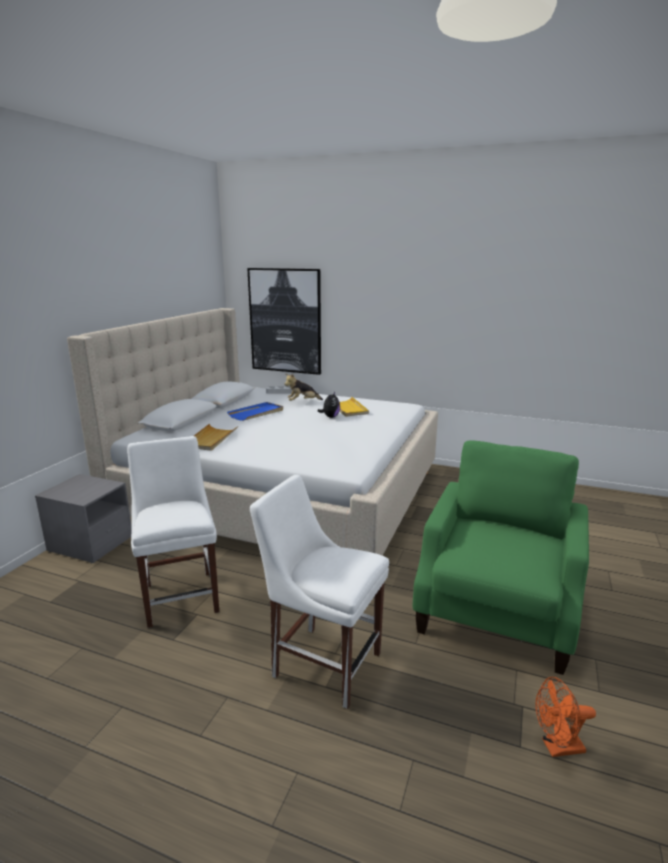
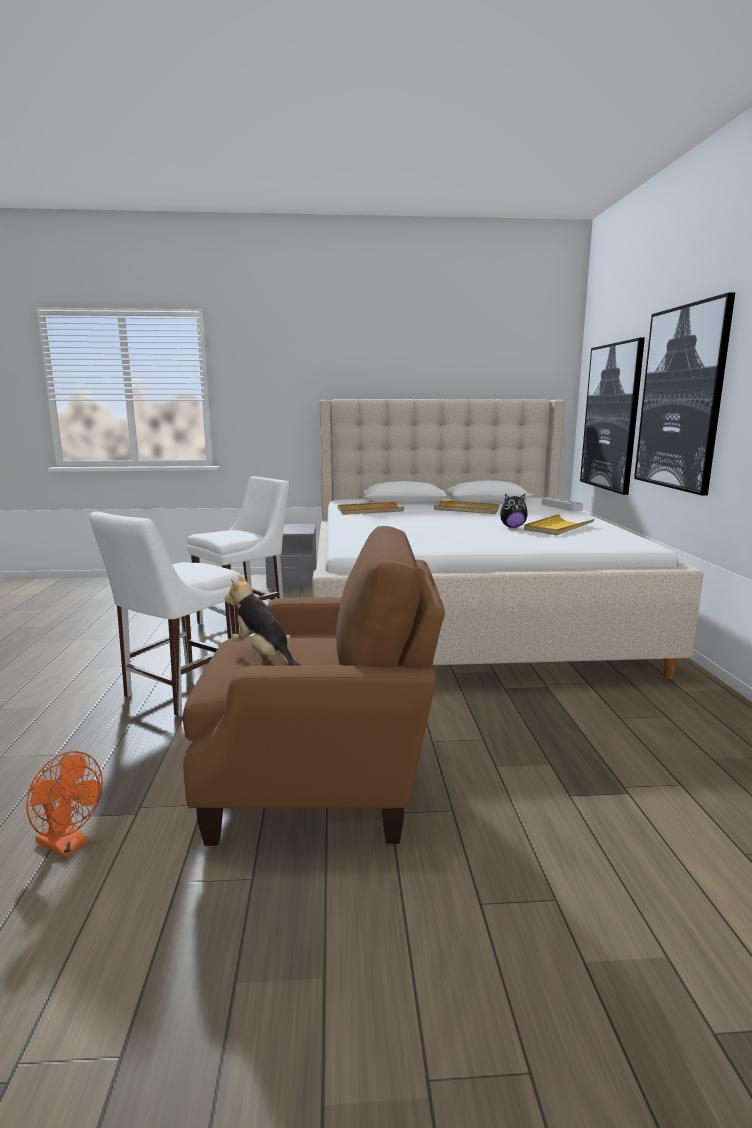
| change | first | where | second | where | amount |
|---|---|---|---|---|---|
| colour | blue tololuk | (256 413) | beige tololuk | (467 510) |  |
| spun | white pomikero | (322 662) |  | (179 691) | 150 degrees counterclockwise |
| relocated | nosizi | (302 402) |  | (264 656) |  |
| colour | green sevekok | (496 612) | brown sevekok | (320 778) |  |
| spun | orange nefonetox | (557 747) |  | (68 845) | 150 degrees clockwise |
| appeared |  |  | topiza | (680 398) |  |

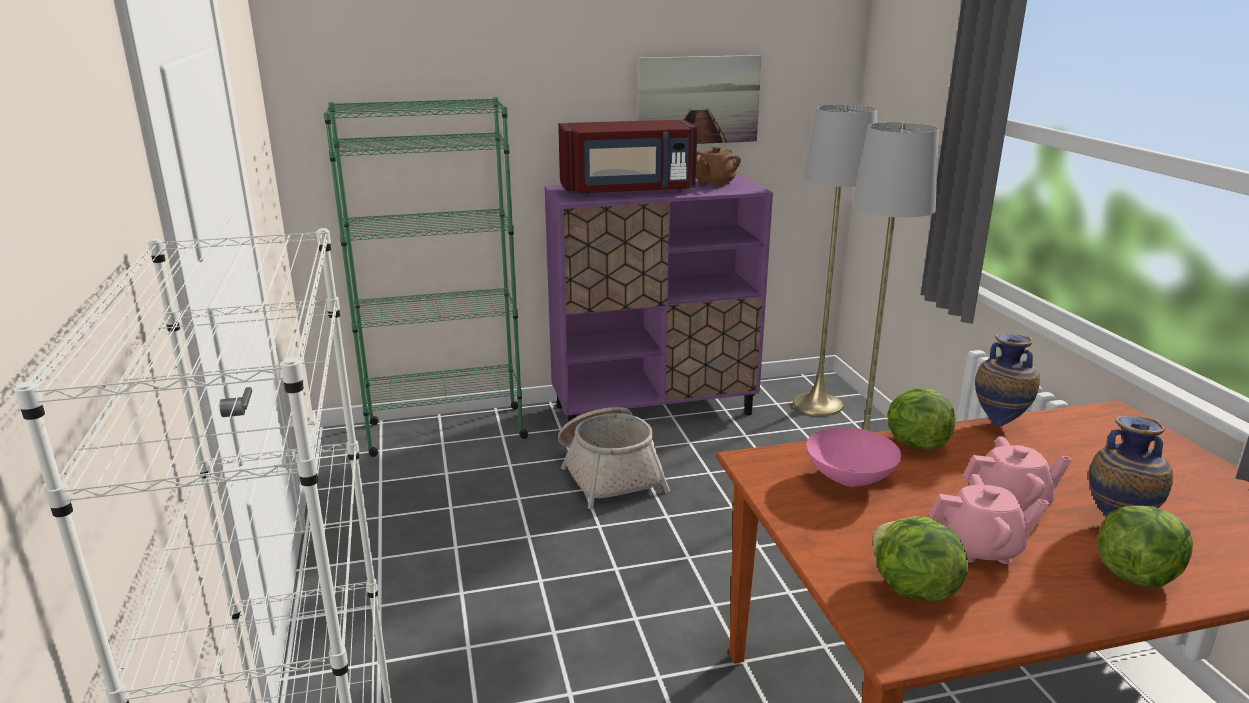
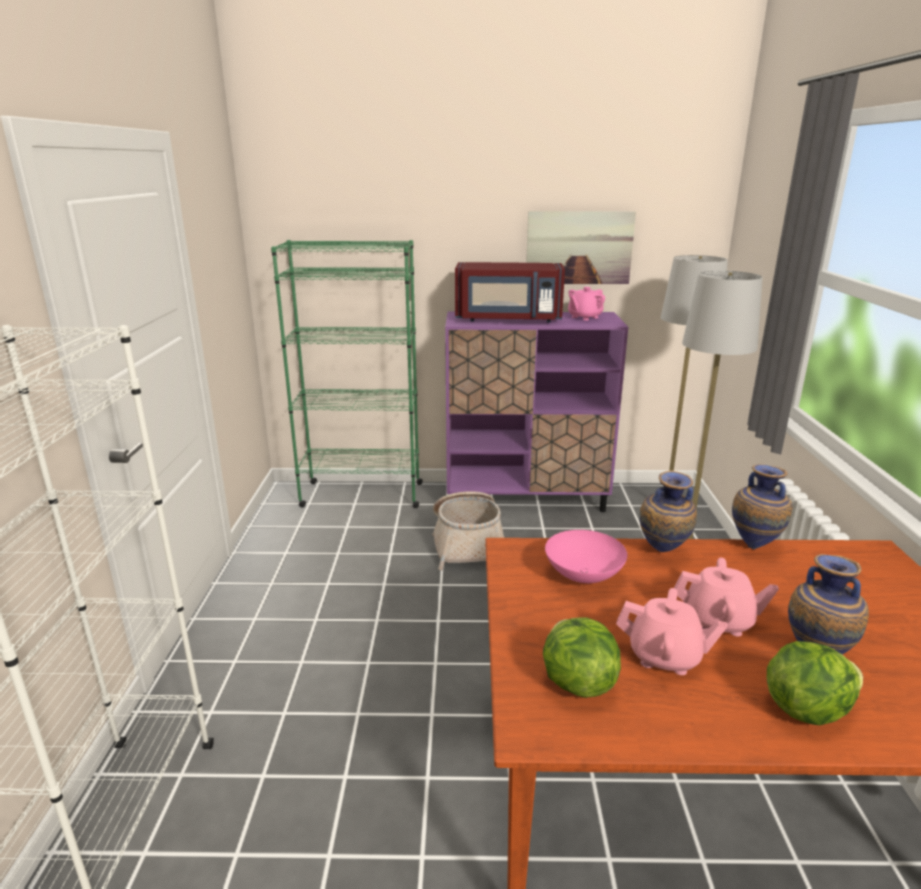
| change | first | where | second | where | amount |
|---|---|---|---|---|---|
| colour | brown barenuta | (714 184) | pink barenuta | (584 317) |  |
| exchanged | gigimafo | (915 443) | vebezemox | (662 553) |  |

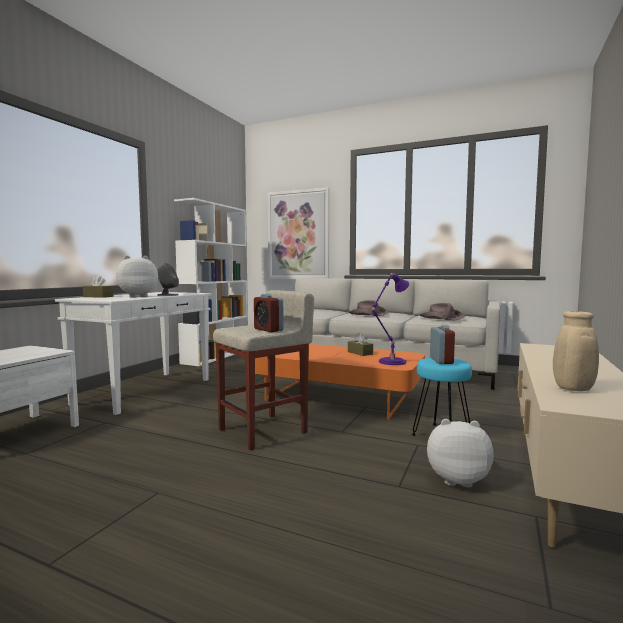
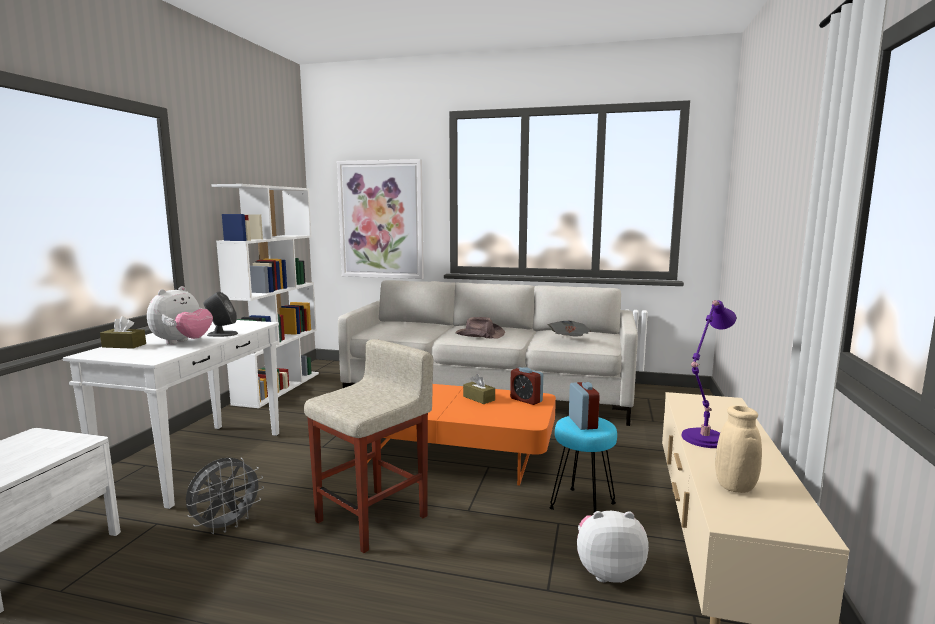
| change | first | where | second | where | amount |
|---|---|---|---|---|---|
| spun | nosizi | (138 296) |  | (182 343) | 150 degrees clockwise |
| relocated | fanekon | (268 330) |  | (526 400) |  |
| relocated | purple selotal | (390 362) |  | (702 439) |  |
| exchanged | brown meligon | (441 318) | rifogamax | (569 340) |  |
| appeared |  |  | grey nefonetox | (226 526) |  |

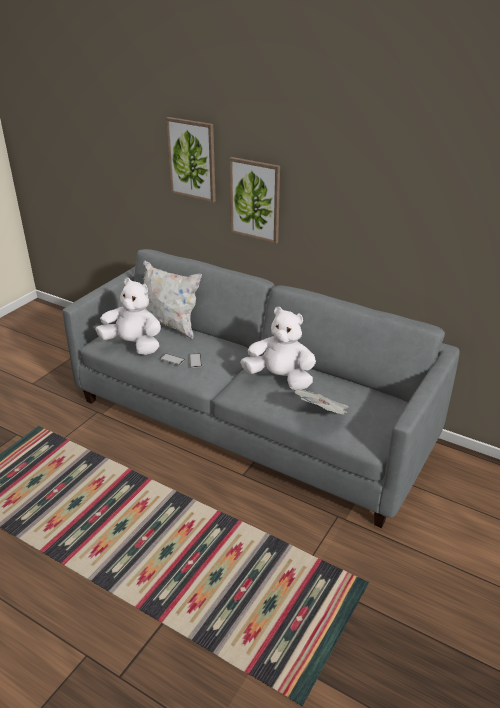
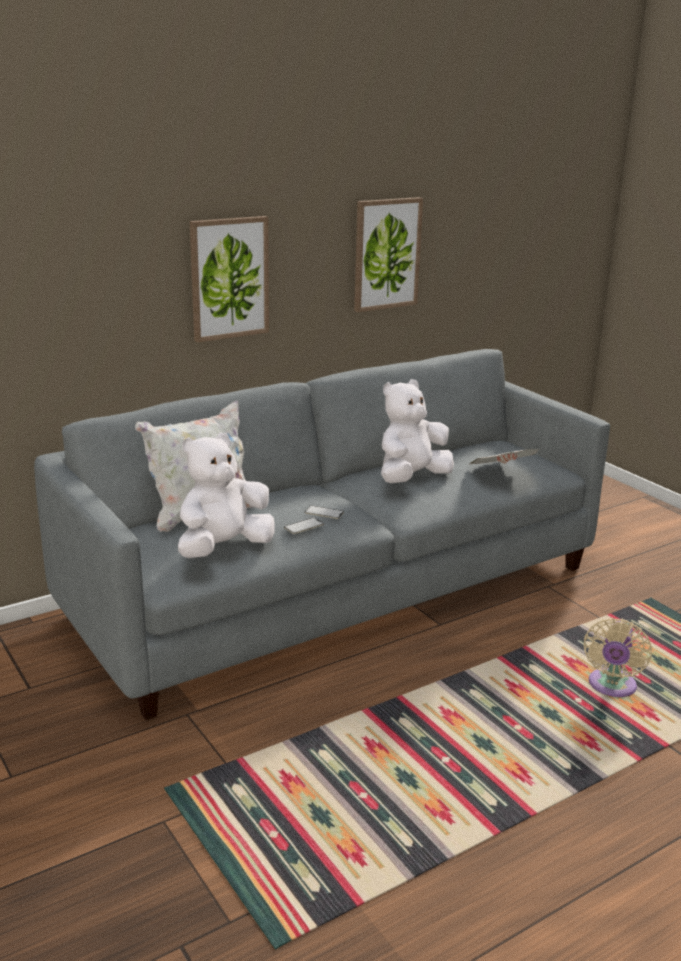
| change | first | where | second | where | amount |
|---|---|---|---|---|---|
| relocated | topiza | (192 159) |  | (386 254) |  |
| appeared |  |  | beige nefonetox | (611 687) |  |

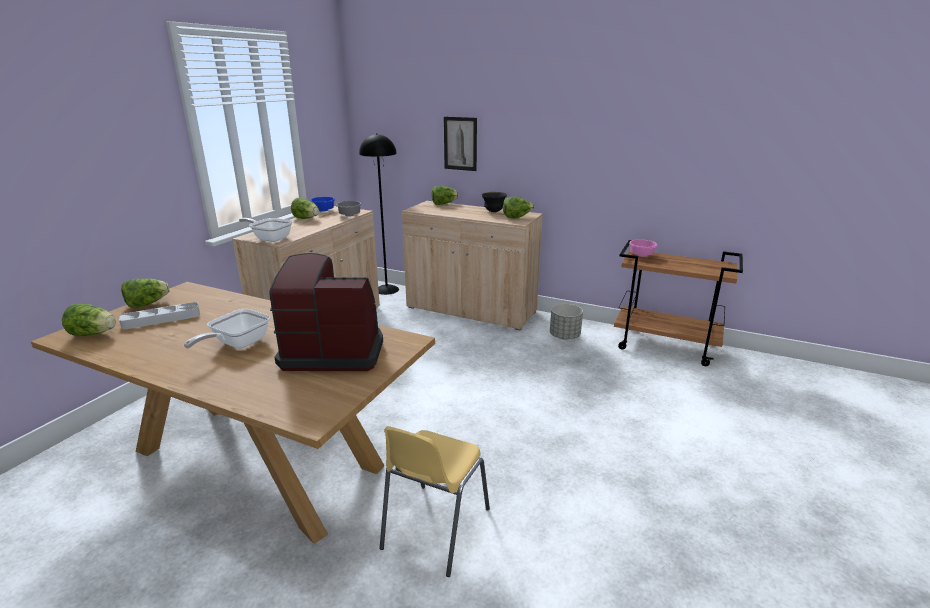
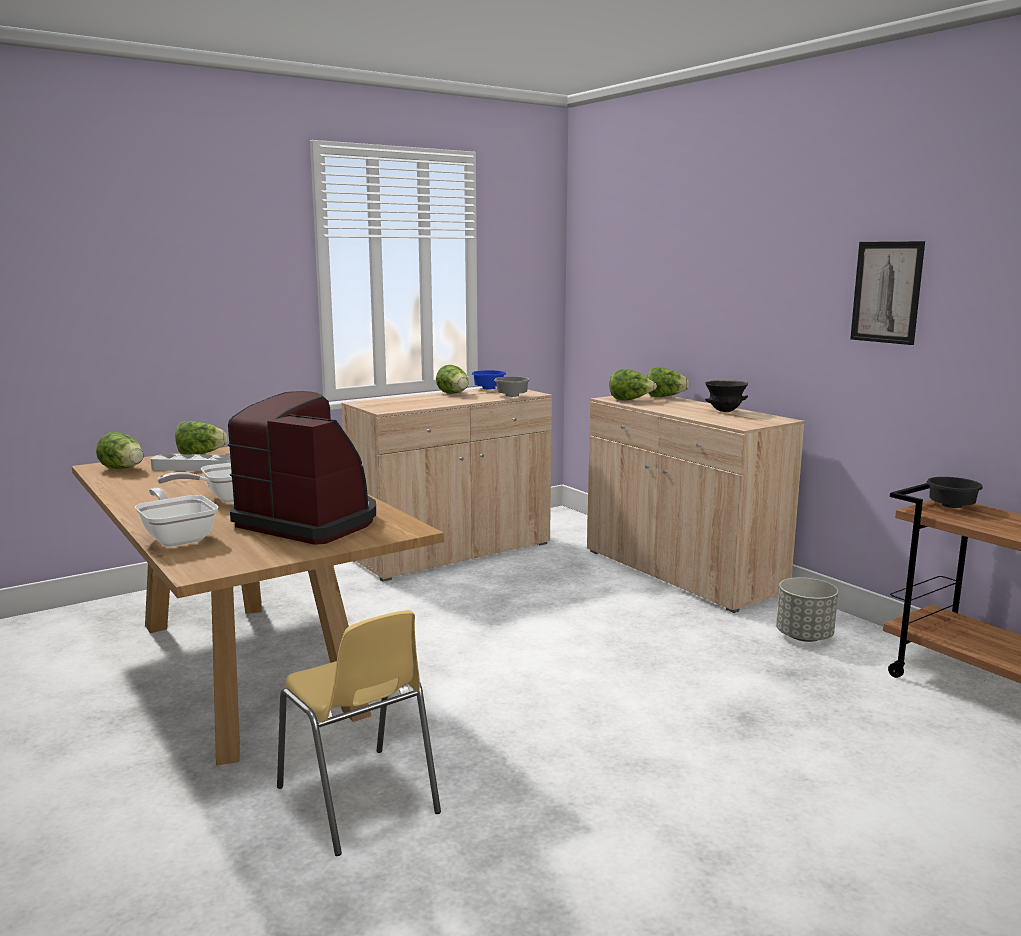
| change | first | where | second | where | amount |
|---|---|---|---|---|---|
| relocated | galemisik | (270 238) |  | (177 537) |  |
| missing | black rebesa | (387 289) |  |  |  |
| spun | yellow pomikero | (434 528) |  | (358 801) | 90 degrees counterclockwise |
| relocated | topiza | (460 143) |  | (886 292) |  |
| relocated | gigimafo | (517 217) |  | (630 400) |  |
| colour | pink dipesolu | (641 255) | black dipesolu | (952 506) |  |

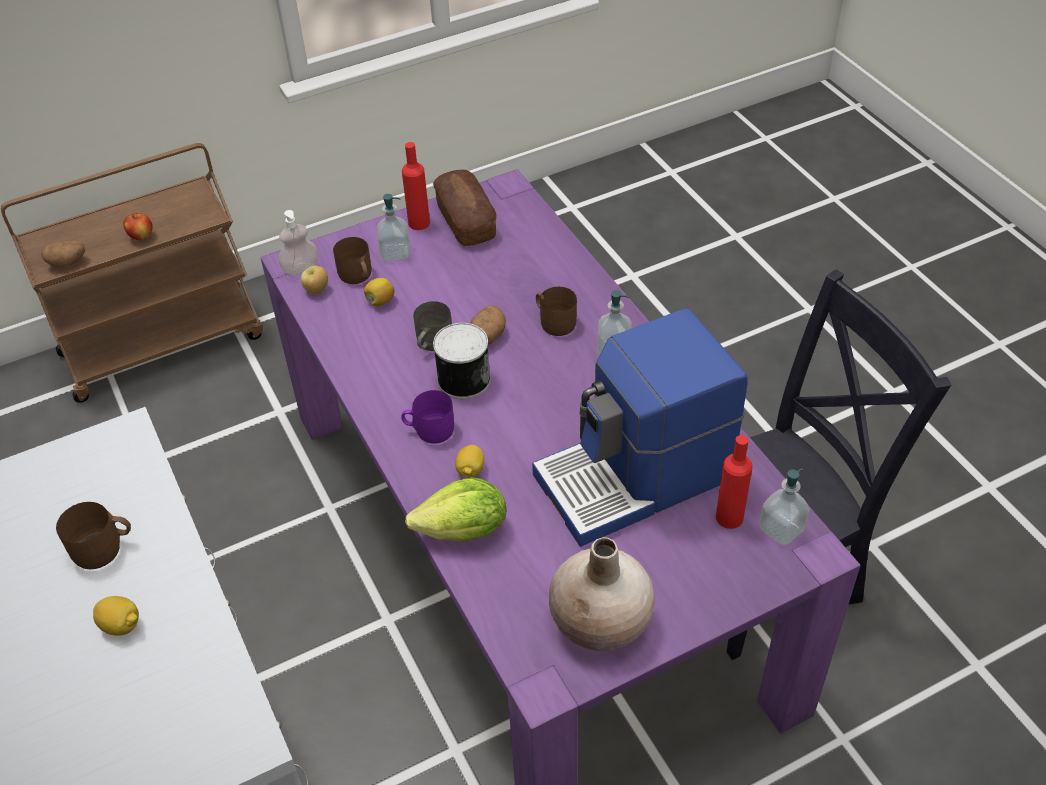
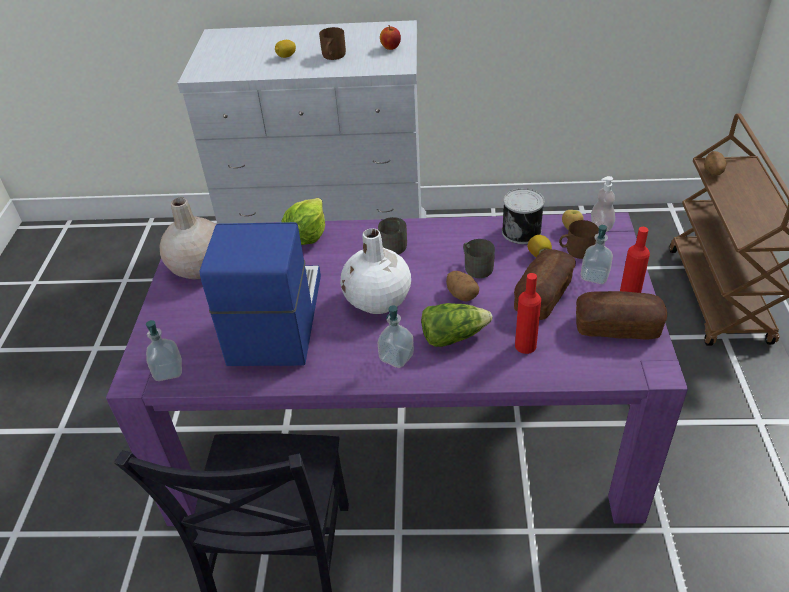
| change | first | where | second | where | amount |
|---|---|---|---|---|---|
| relocated | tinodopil | (141 236) |  | (390 48) |  |
| colour | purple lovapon | (429 429) | grey lovapon | (396 244) |  |
| relocated | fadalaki | (462 379) |  | (522 231) |  |
| missing | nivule | (470 470) |  |  |  |
| exchanged | brown lovapon | (554 321) | gigimafo | (453 336) |  |
| relocated | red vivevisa | (729 517) |  | (525 346) |  |
| appeared |  |  | white vebezemox | (378 300) |  |
| appeared |  |  | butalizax | (543 295) |  |

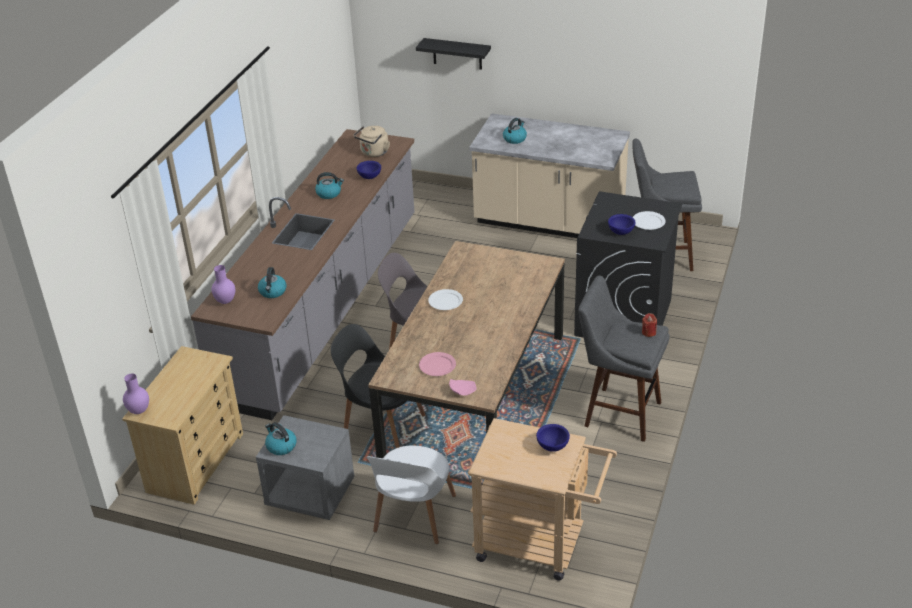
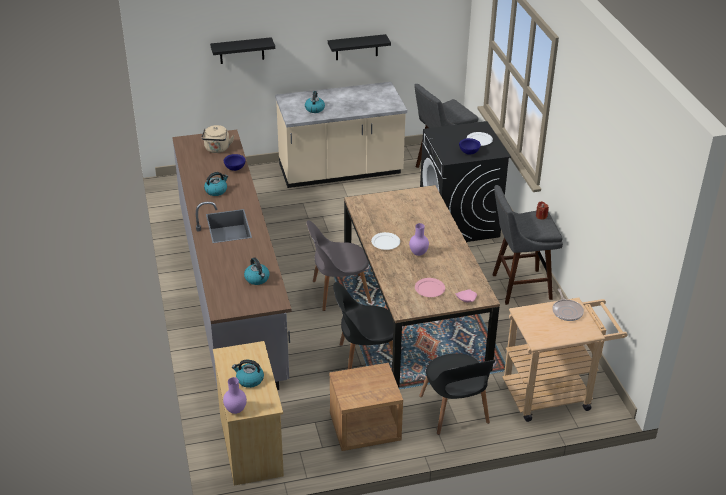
| change | first | where | second | where | amount |
|---|---|---|---|---|---|
| relocated | purple vebezemox | (225 302) |  | (418 254) |  |
| colour | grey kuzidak | (309 494) | brown kuzidak | (364 429) |  |
| relocated | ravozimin | (281 446) |  | (249 380) |  |
| colour | white pomikero | (414 516) | black pomikero | (454 412) |  |
| exchanged | blue dipesolu | (553 446) | galemisik | (567 311) |  |
| appeared |  |  | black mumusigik | (356 47) |  |

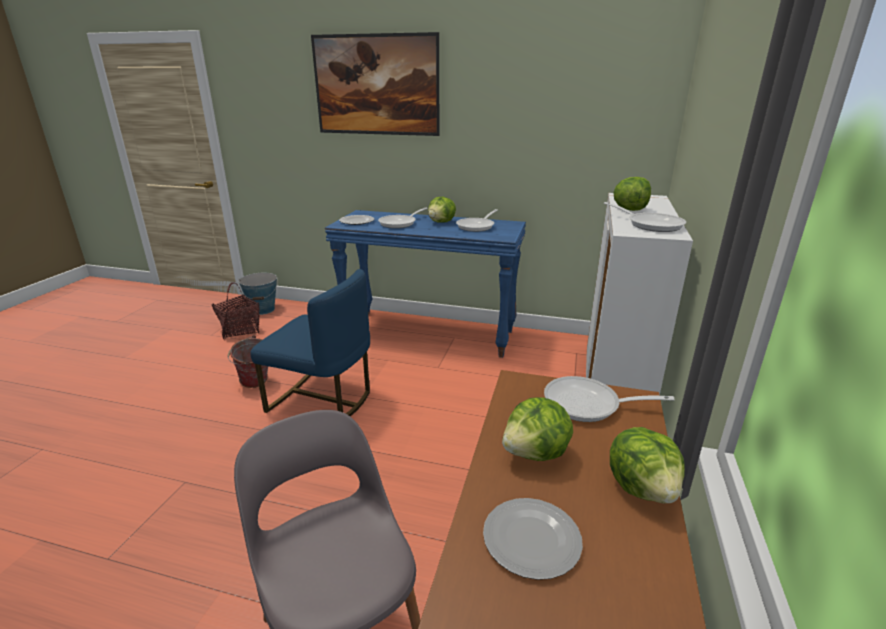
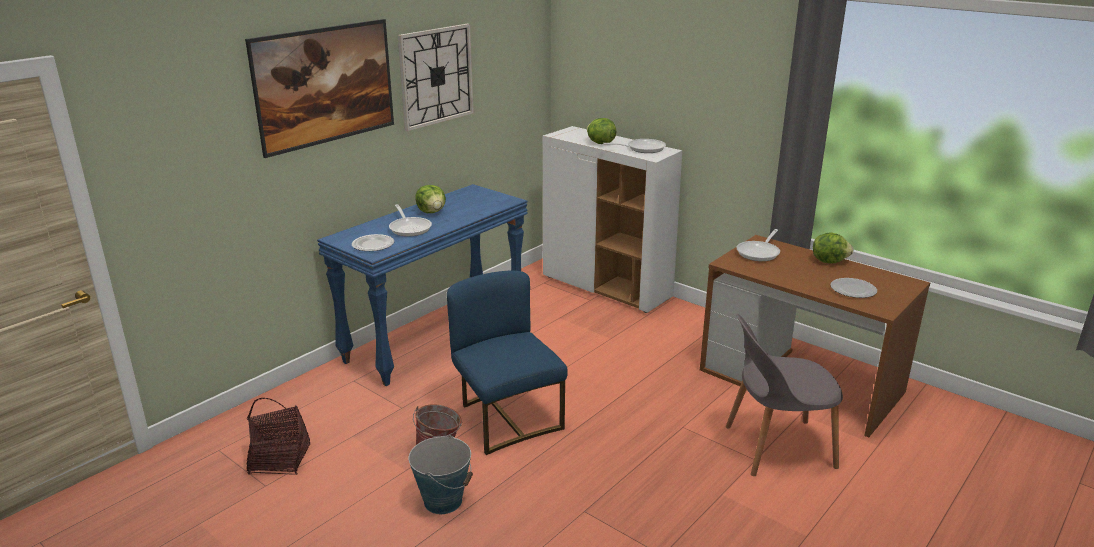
| change | first | where | second | where | amount |
|---|---|---|---|---|---|
| relocated | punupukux | (263 310) |  | (443 501) |  |
| spun | blue pomikero | (322 399) |  | (506 418) | 75 degrees counterclockwise |
| missing | galemisik | (477 226) |  |  |  |
| missing | gigimafo | (536 453) |  |  |  |
| appeared |  |  | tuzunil | (436 76) |  |

